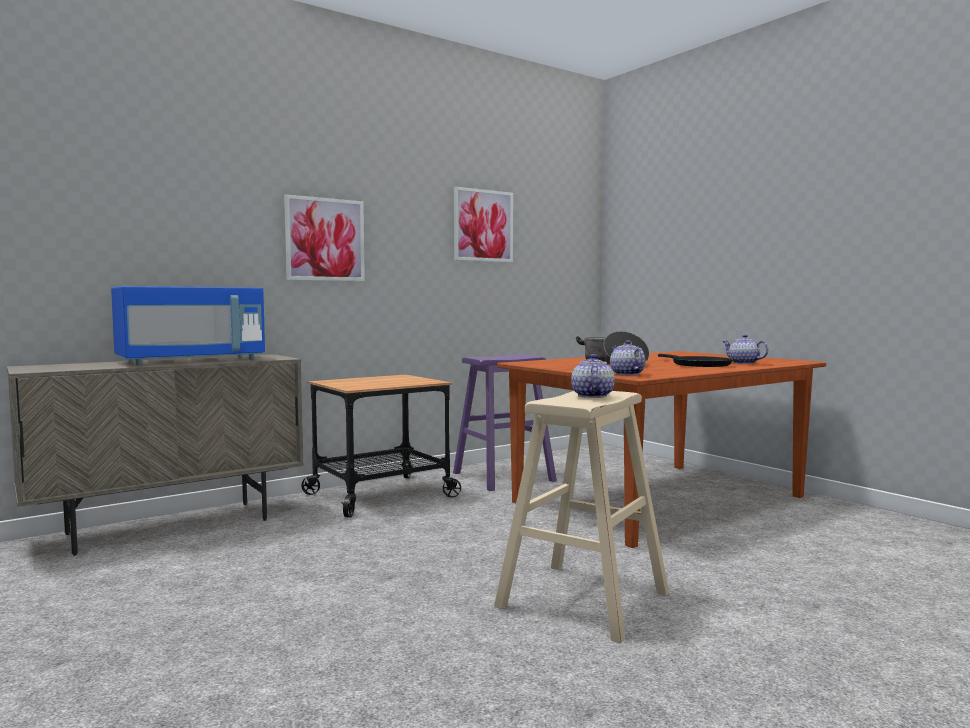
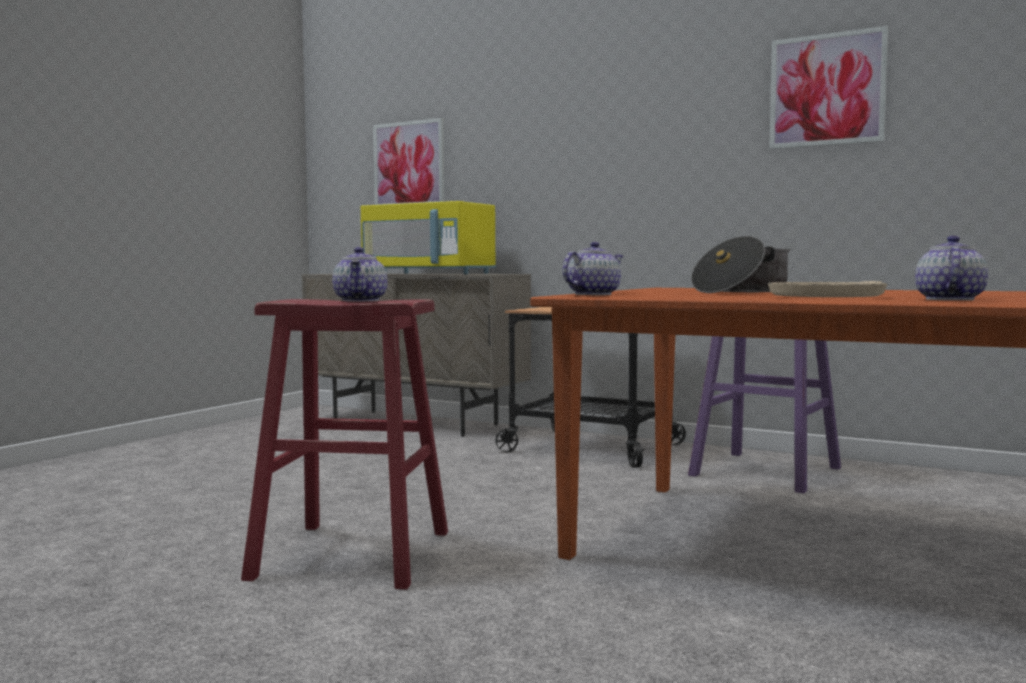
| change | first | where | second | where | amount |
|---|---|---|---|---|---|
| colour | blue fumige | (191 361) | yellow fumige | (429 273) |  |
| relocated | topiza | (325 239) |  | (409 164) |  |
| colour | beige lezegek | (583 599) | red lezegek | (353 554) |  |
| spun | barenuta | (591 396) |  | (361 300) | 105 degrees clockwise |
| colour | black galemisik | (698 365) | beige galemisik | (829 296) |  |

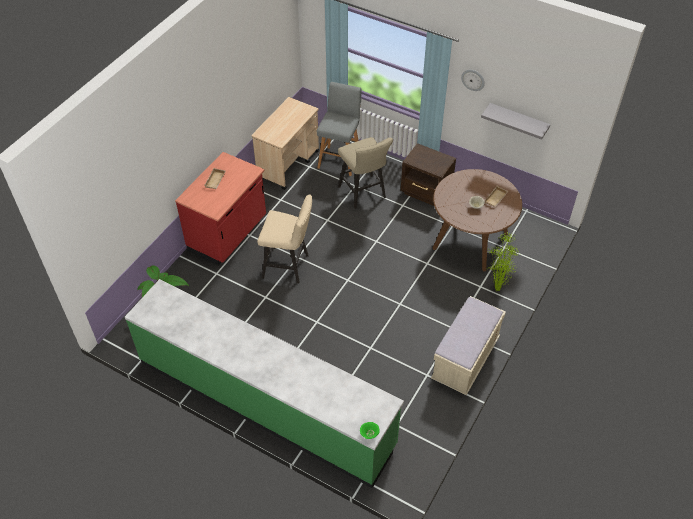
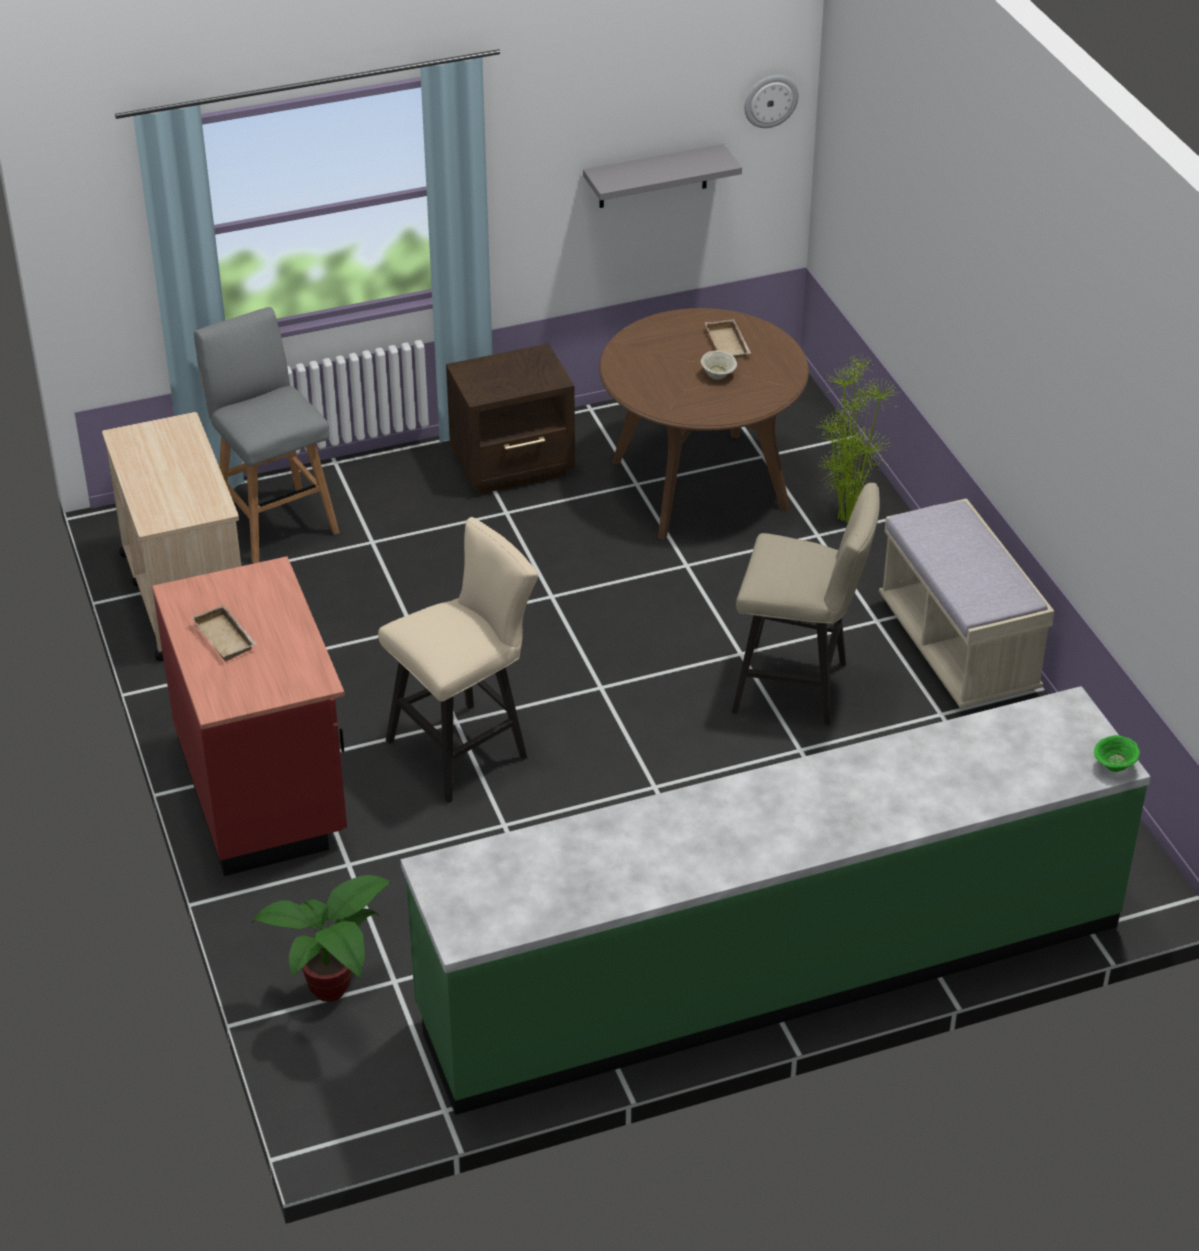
| change | first | where | second | where | amount |
|---|---|---|---|---|---|
| relocated | beige lezegek | (364 194) |  | (799 687) |  |
| relocated | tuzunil | (473 79) |  | (770 100) |  |

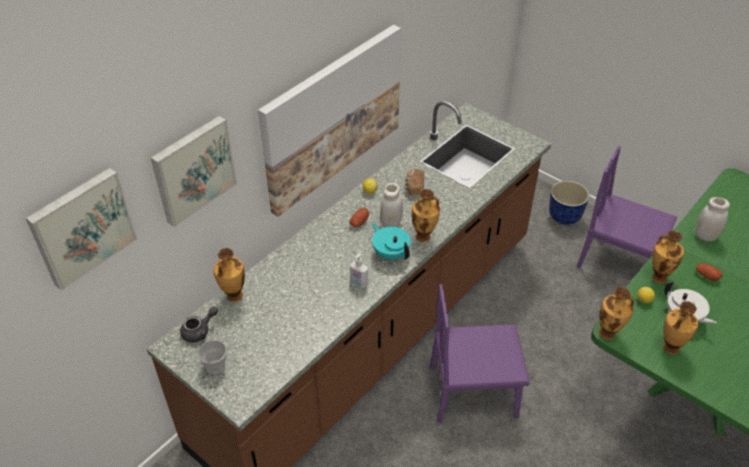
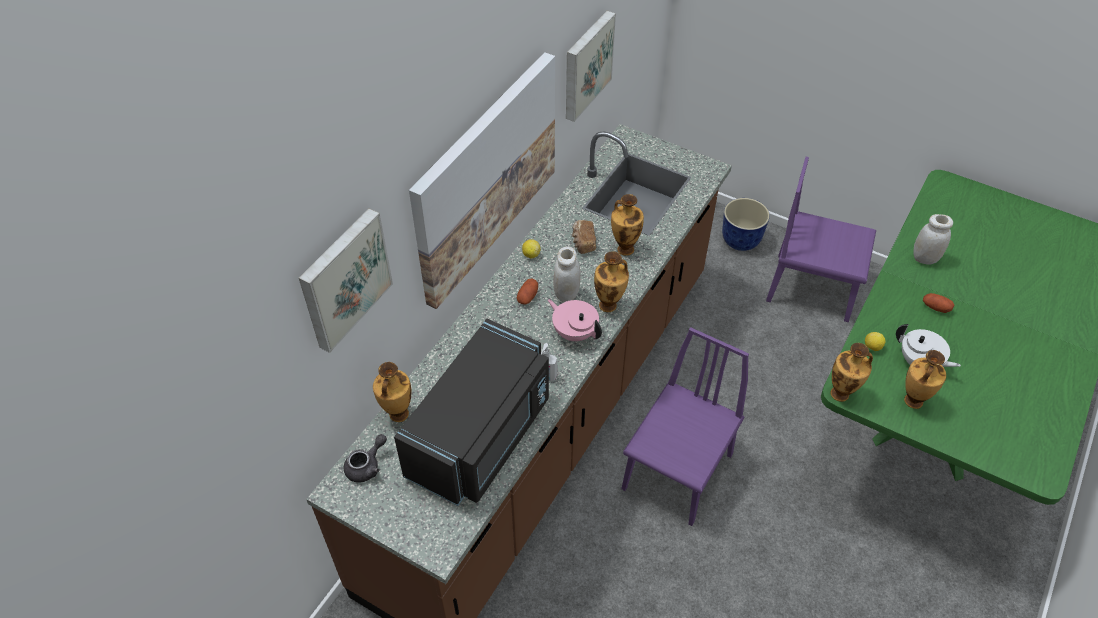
| change | first | where | second | where | amount |
|---|---|---|---|---|---|
| relocated | topiza | (81 226) |  | (586 65) |  |
| missing | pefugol | (215 366) |  |  |  |
| colour | turquoise barenuta | (391 253) | pink barenuta | (574 332) |  |
| spun | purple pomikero | (473 391) |  | (677 472) | 135 degrees clockwise |
| relocated | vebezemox | (658 277) |  | (624 248) |  |
| appeared |  |  | black fumige | (482 437) |  |

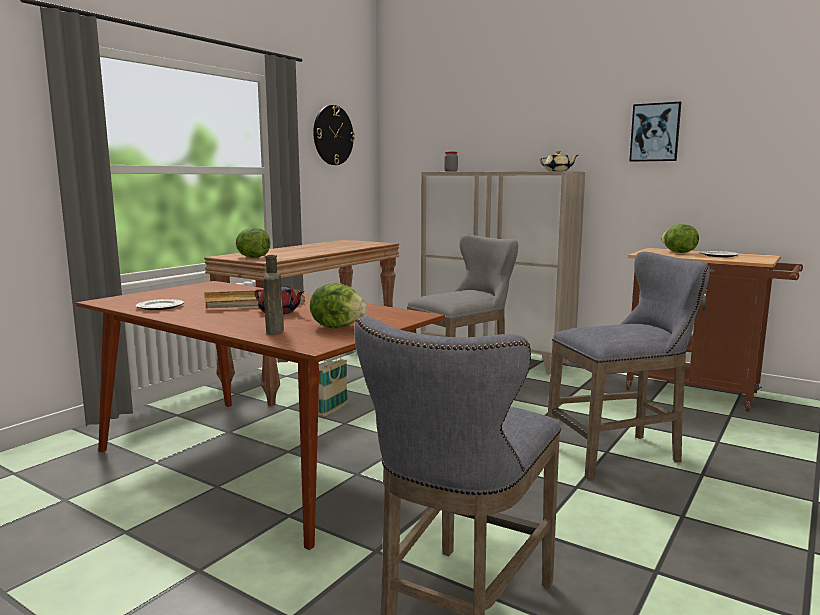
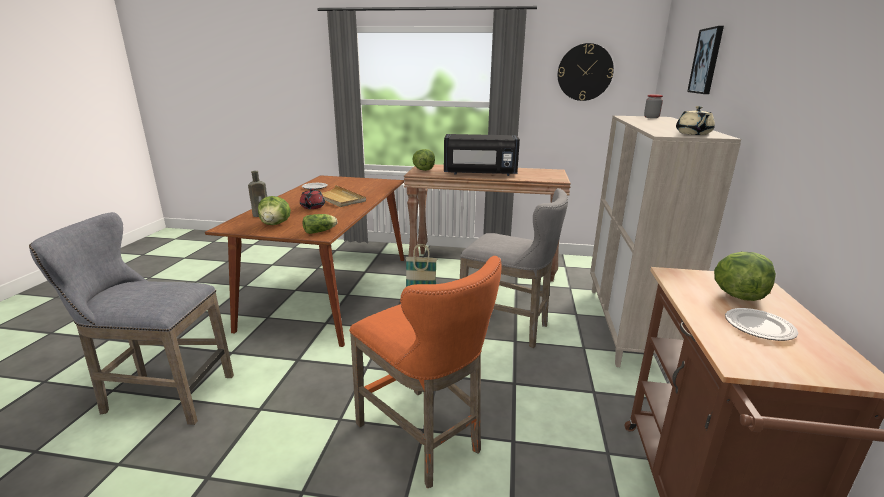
| change | first | where | second | where | amount |
|---|---|---|---|---|---|
| colour | grey lezegek | (620 454) | orange lezegek | (424 439) |  |
| relocated | topiza | (655 132) |  | (706 61) |  |
| appeared |  |  | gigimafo | (321 231) |  |
| appeared |  |  | black fumige | (480 173) |  |

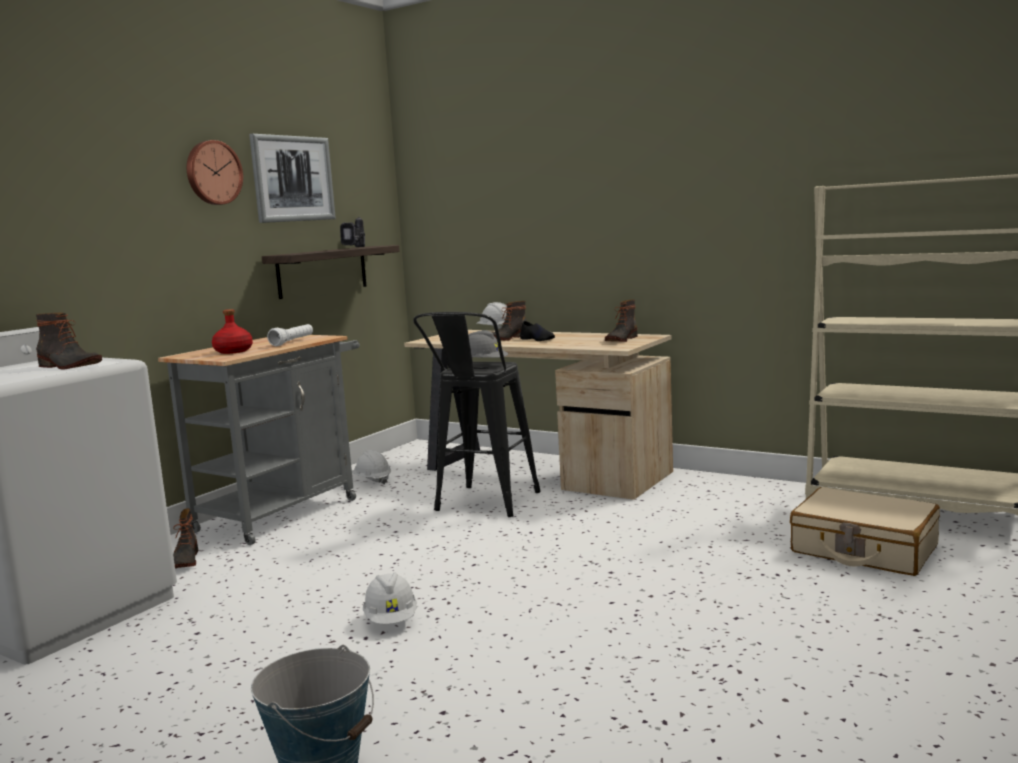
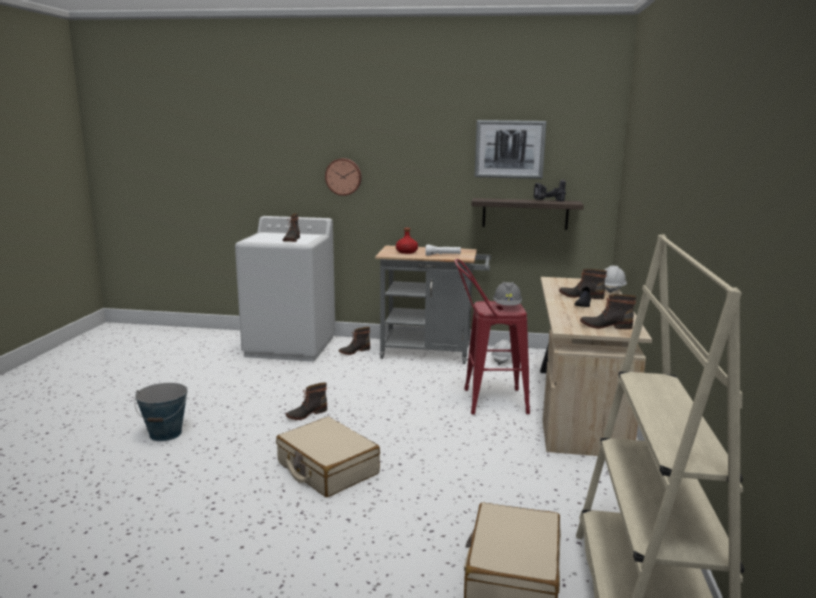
| change | first | where | second | where | amount |
|---|---|---|---|---|---|
| relocated | tuzunil | (213 173) |  | (343 176) |  |
| exchanged | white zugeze | (391 620) | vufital | (306 414) |  |
| colour | black lezegek | (483 505) | red lezegek | (486 401) |  |
| appeared |  |  | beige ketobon | (327 468) |  |

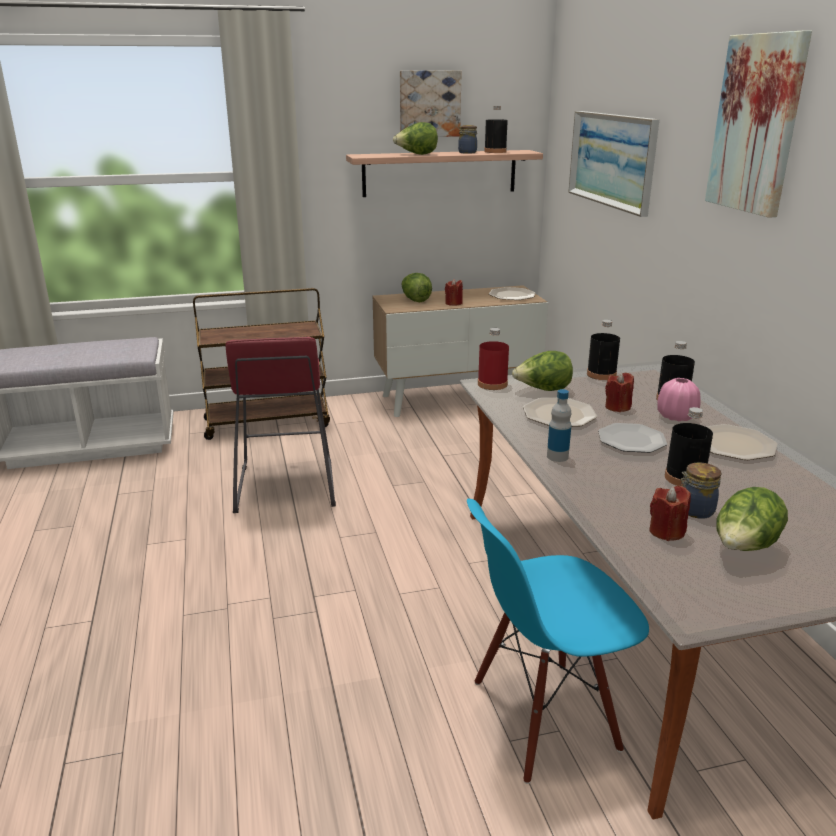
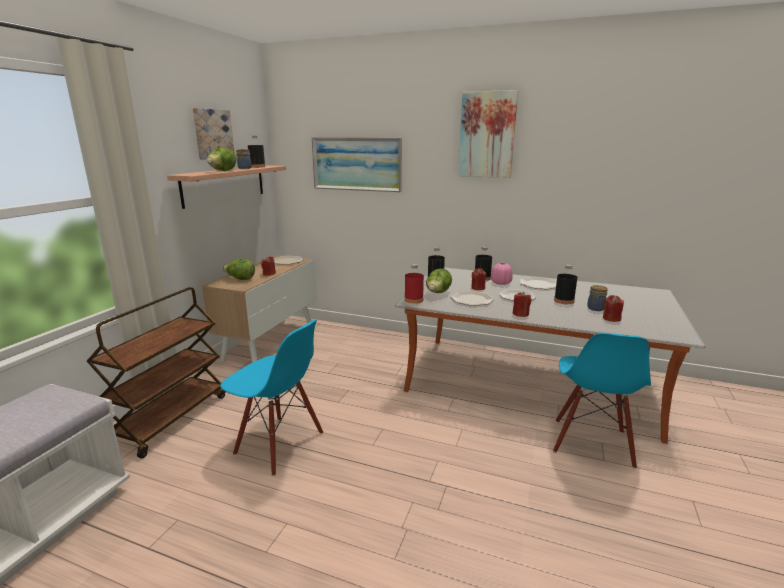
| change | first | where | second | where | amount |
|---|---|---|---|---|---|
| exchanged | red lezegek | (285 486) | blue pomikero | (279 444) |  |
| exchanged | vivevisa | (557 456) | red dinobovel | (520 314) |  |
| missing | gigimafo | (744 548) |  |  |  |

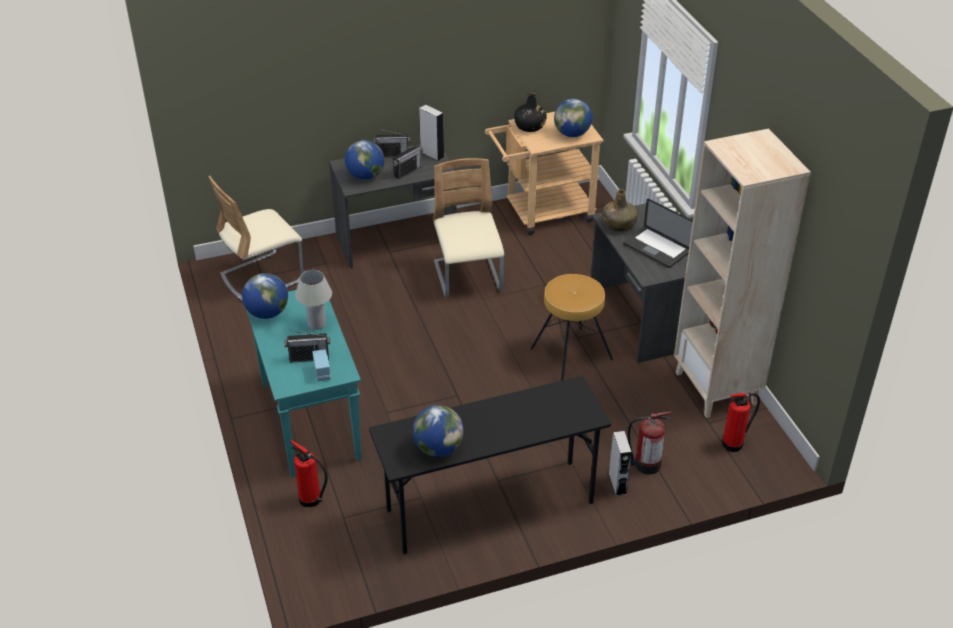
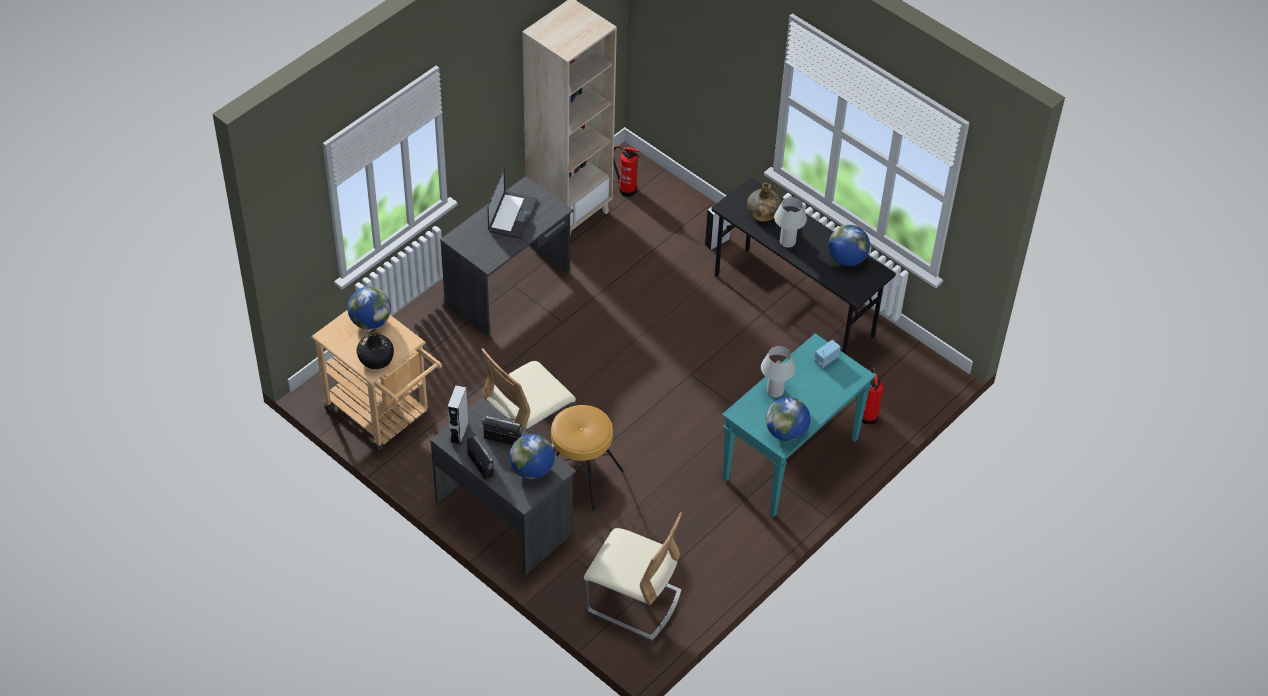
| change | first | where | second | where | amount |
|---|---|---|---|---|---|
| missing | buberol | (309 358) |  |  |  |
| relocated | brown lezegek | (571 353) |  | (581 477) |  |
| relocated | green vivevisa | (619 224) |  | (762 212) |  |
| missing | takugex | (645 464) |  |  |  |
| appeared |  |  | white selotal | (787 242) |  |

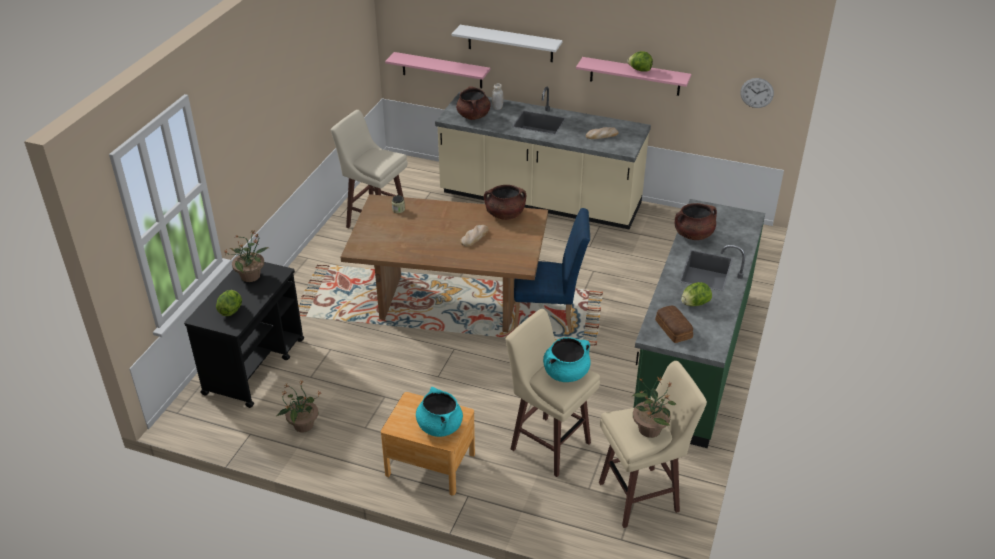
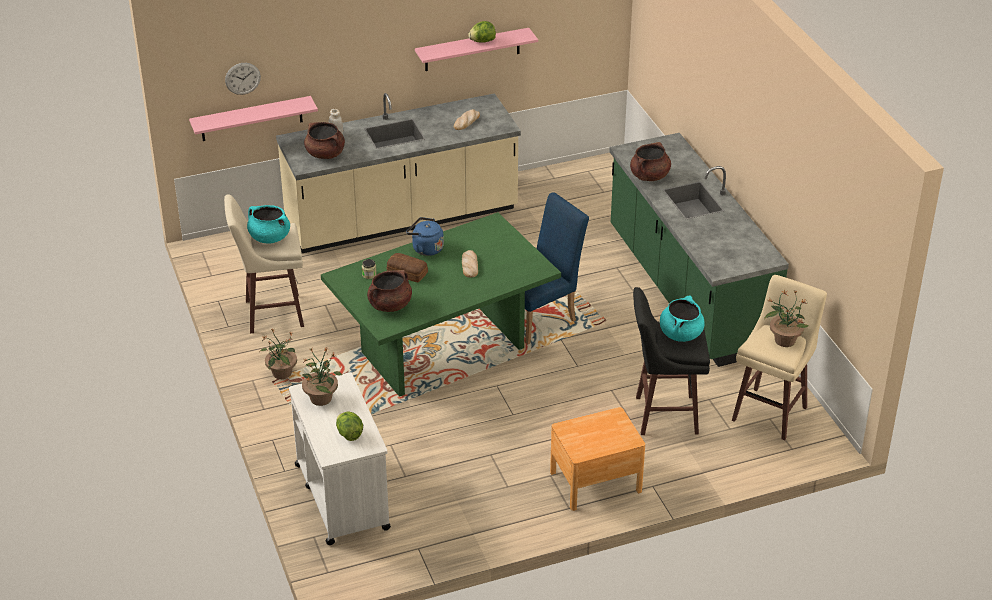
| change | first | where | second | where | amount |
|---|---|---|---|---|---|
| colour | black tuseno | (255 366) | white tuseno | (342 496) |  |
| relocated | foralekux | (303 425) |  | (281 373) |  |
| colour | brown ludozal | (450 303) | green ludozal | (443 349) |  |
| relocated | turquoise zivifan | (439 426) |  | (269 237) |  |
| missing | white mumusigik | (510 43) |  |  |  |
| relocated | brown zivifan | (505 214) |  | (390 305) |  |
| colour | beige lezegek | (549 444) | black lezegek | (664 415) |  |
| relocated | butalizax | (673 330) |  | (407 273) |  |
| missing | gigimafo | (694 304) |  |  |  |
| relocated | tuzunil | (757 93) |  | (242 78) |  |
| appeared |  |  | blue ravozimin | (425 248) |  |

